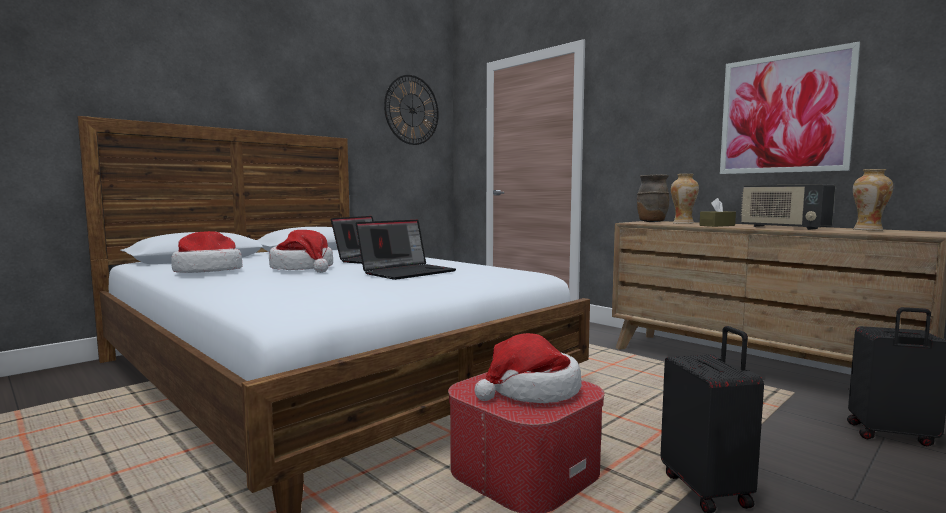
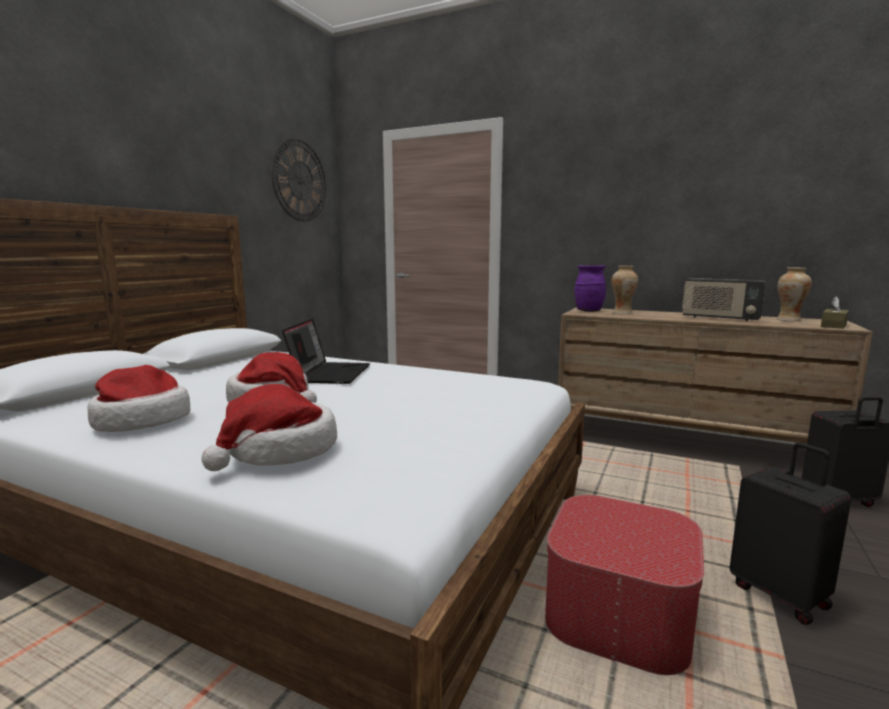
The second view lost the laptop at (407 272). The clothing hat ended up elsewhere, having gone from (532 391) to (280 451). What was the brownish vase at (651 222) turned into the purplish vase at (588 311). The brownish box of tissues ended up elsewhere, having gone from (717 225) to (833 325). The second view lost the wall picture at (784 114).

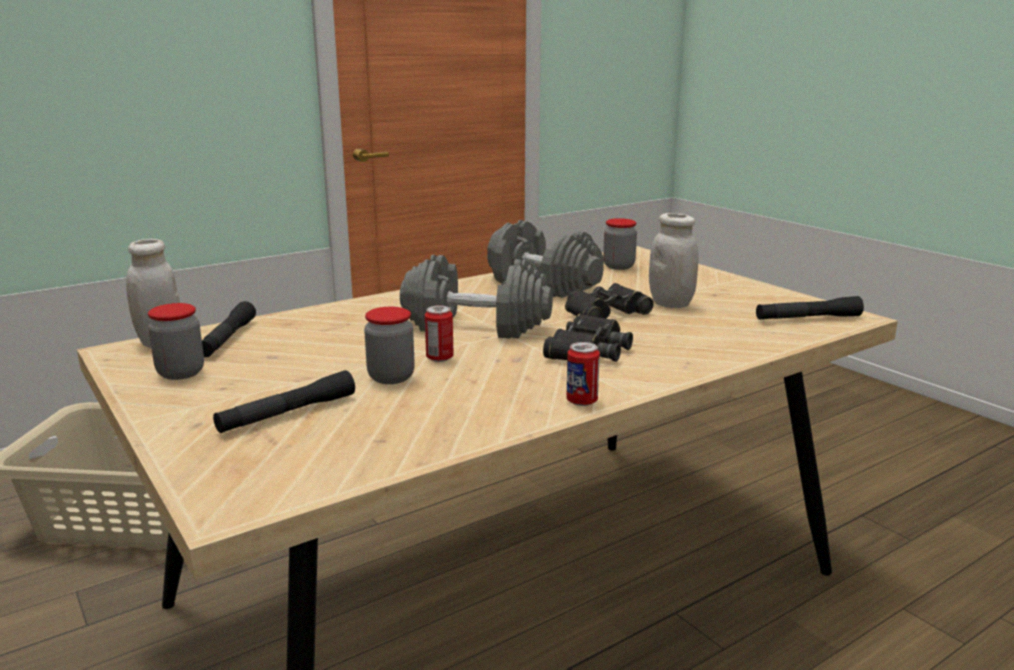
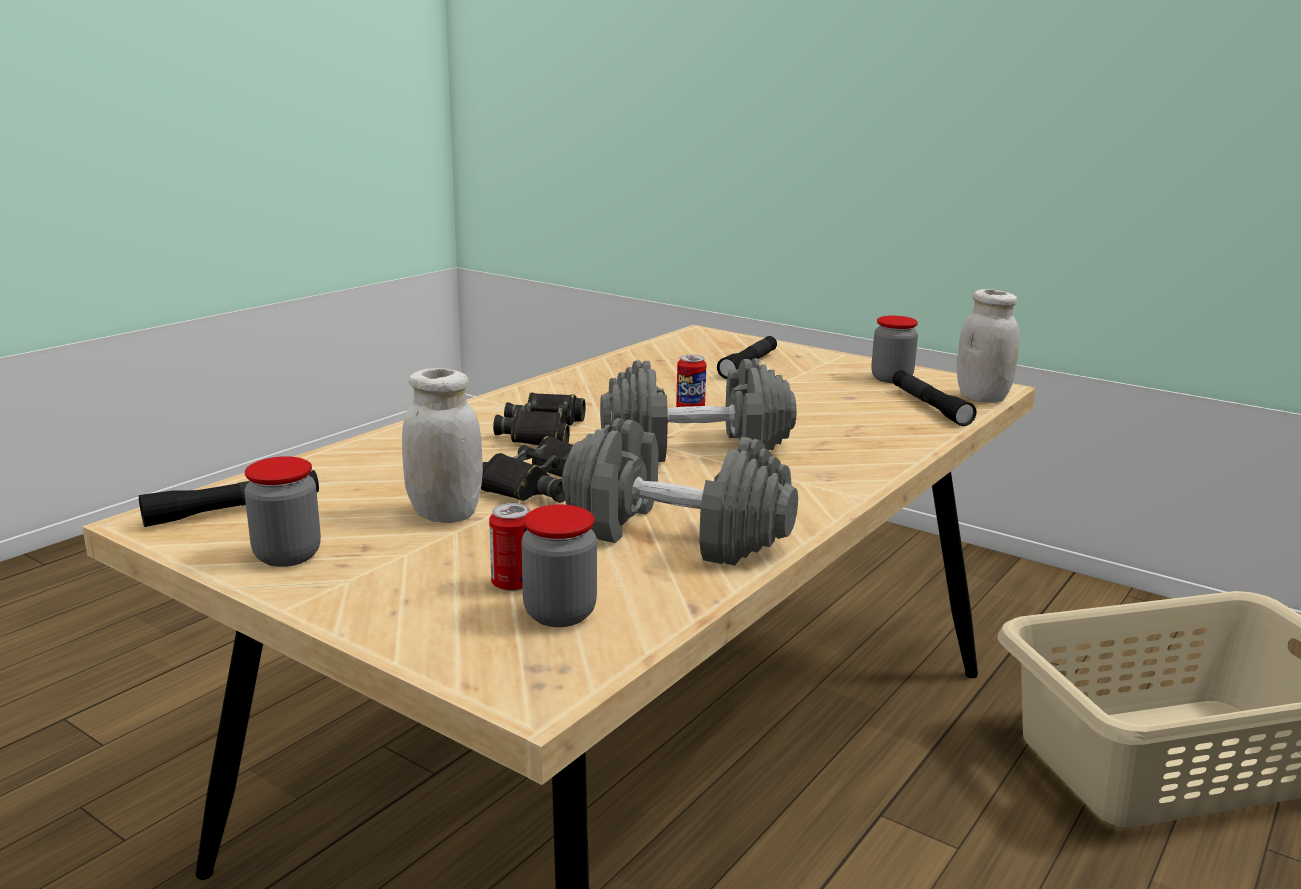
The preserve jar ended up elsewhere, having gone from (391 377) to (287 556). The metal can ended up elsewhere, having gone from (582 401) to (513 584).

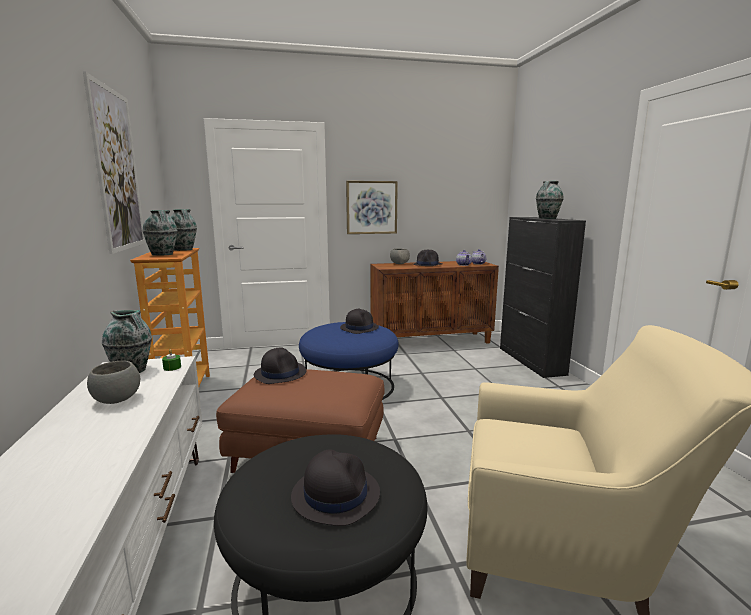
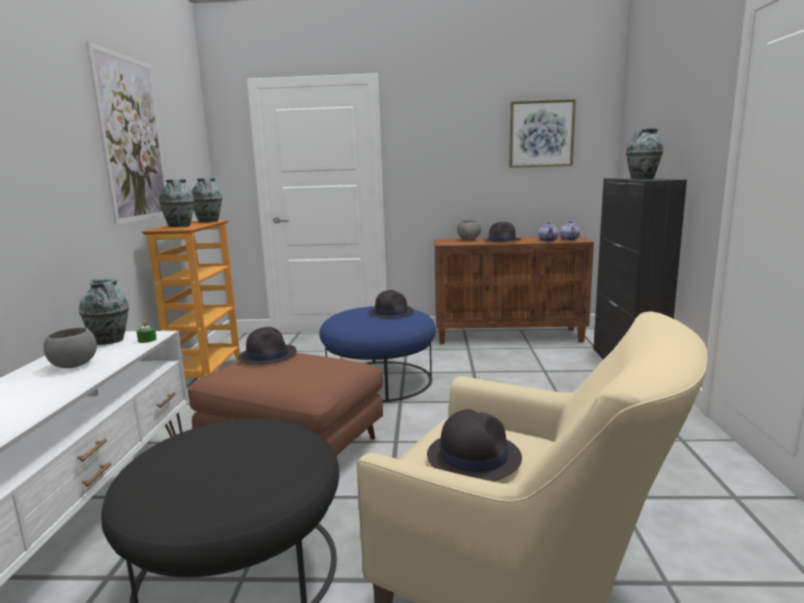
The black clothing hat ended up elsewhere, having gone from (335 494) to (473 456). The wall picture ended up elsewhere, having gone from (371 207) to (541 134).

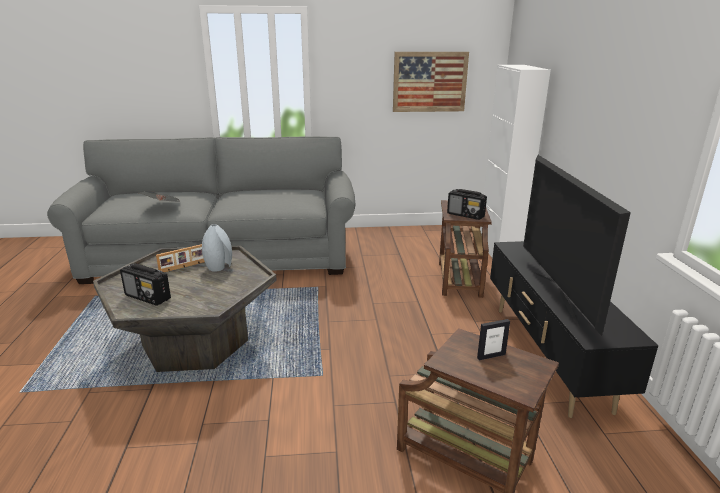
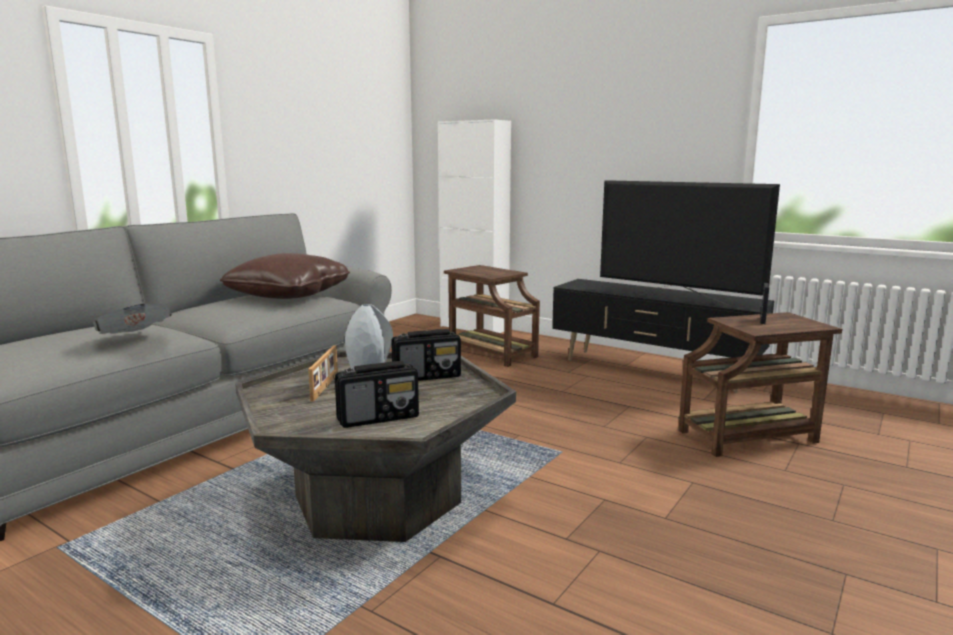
The second view lost the wall picture at (429 82). The radio ended up elsewhere, having gone from (466 215) to (427 376). The second view gained the brownish pillow at (289 295).

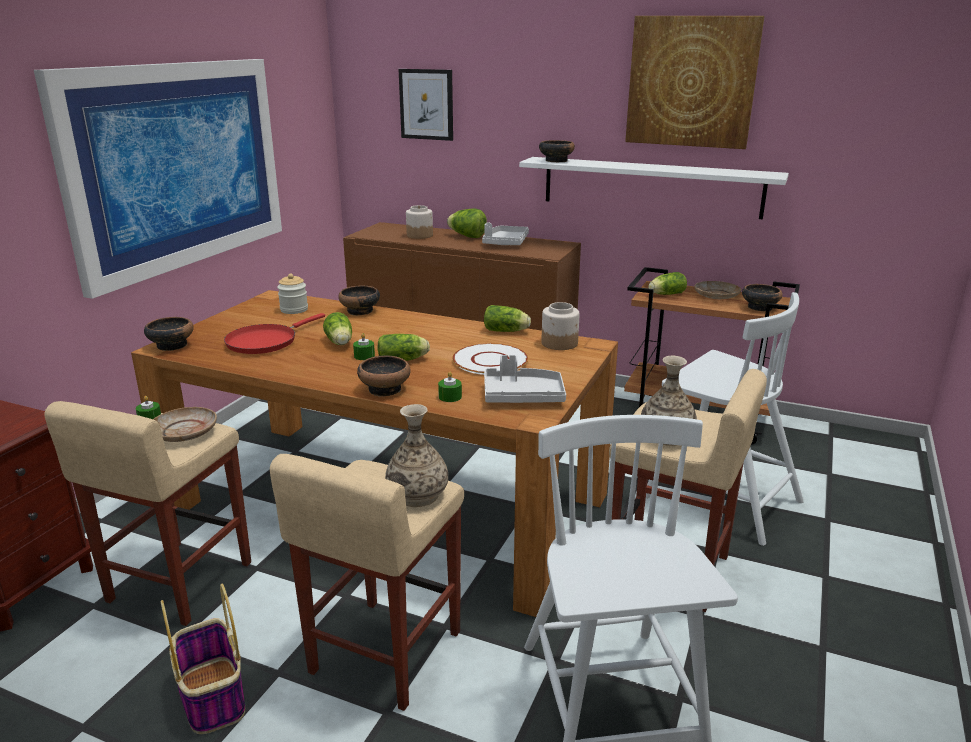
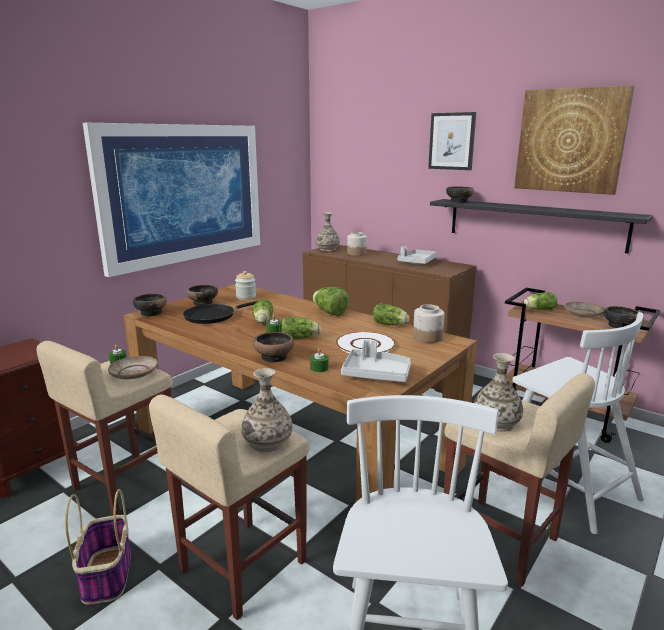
What was the red skillet at (265 341) turned into the black skillet at (213 316). The deep dish ended up elsewhere, having gone from (360 311) to (203 303). The wall picture ended up elsewhere, having gone from (426 104) to (452 141). The lettuce ended up elsewhere, having gone from (467 236) to (330 313). What was the whitish wall shelf at (651 187) turned into the black wall shelf at (534 224). The second view gained the vase at (328 249).

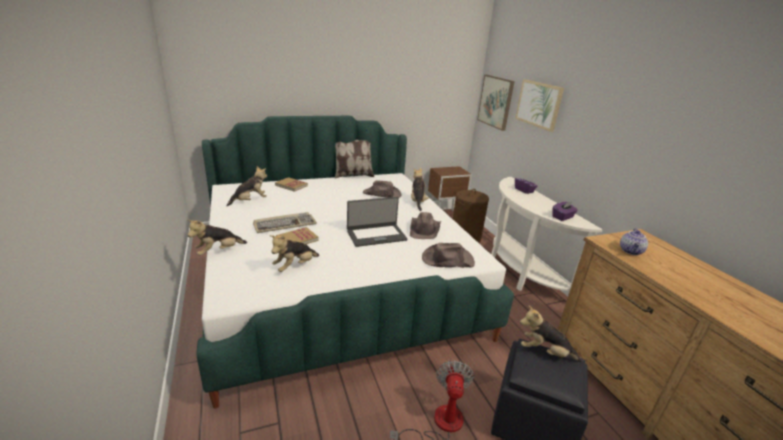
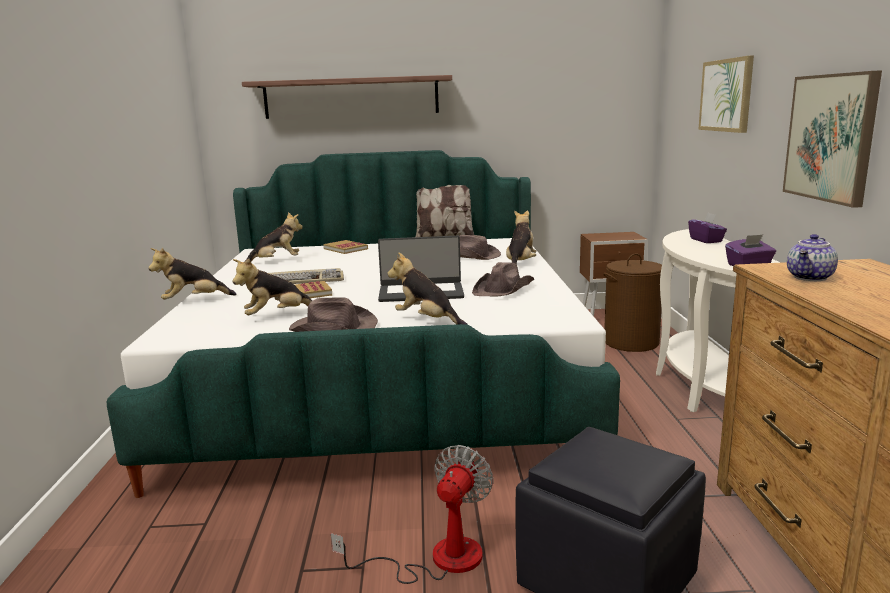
The brownish clothing hat ended up elsewhere, having gone from (447 260) to (333 328). The wall picture ended up elsewhere, having gone from (496 102) to (831 137). The cuddly toy ended up elsewhere, having gone from (545 352) to (427 321). The second view gained the wall shelf at (351 97).

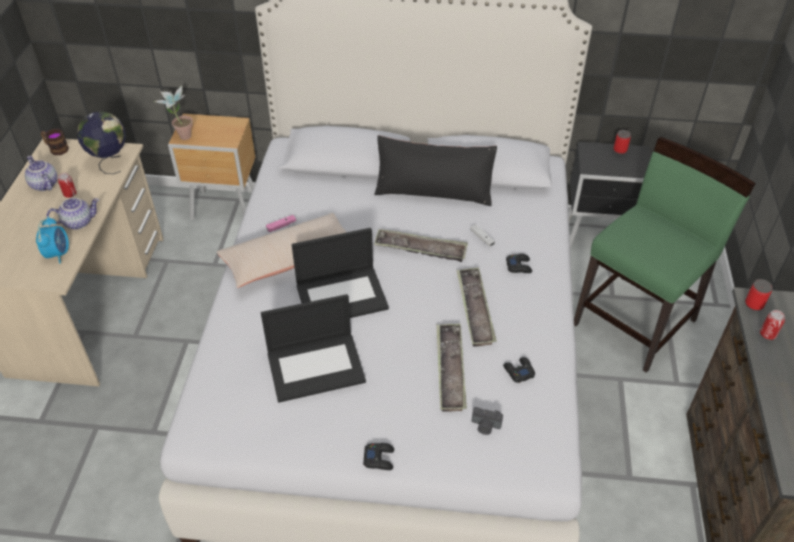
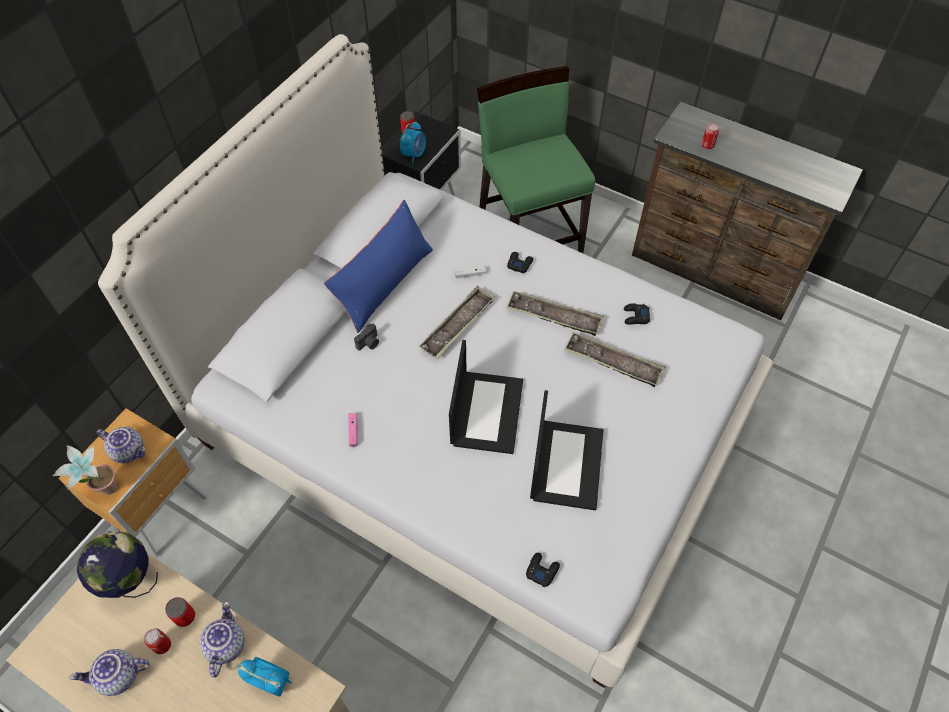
The second view lost the coffee mug at (56 149). The second view lost the beige-coloured pillow at (289 259). The black joypad ended up elsewhere, having gone from (379 458) to (542 570). What was the black pillow at (433 191) turned into the blue pillow at (384 283). The still camera ended up elsewhere, having gone from (485 426) to (369 343). The metal can ended up elsewhere, having gone from (754 304) to (185 617). The second view gained the pot for tea at (129 450). The second view gained the bedside clock at (414 154).

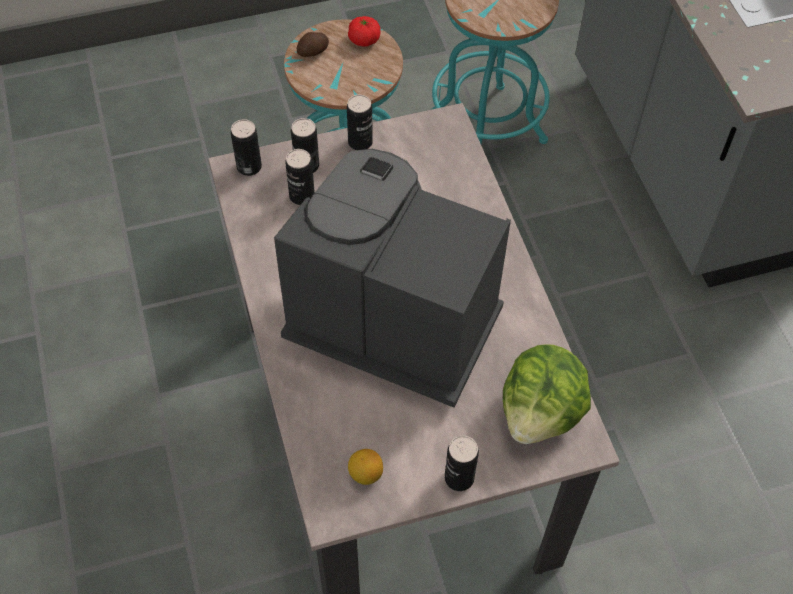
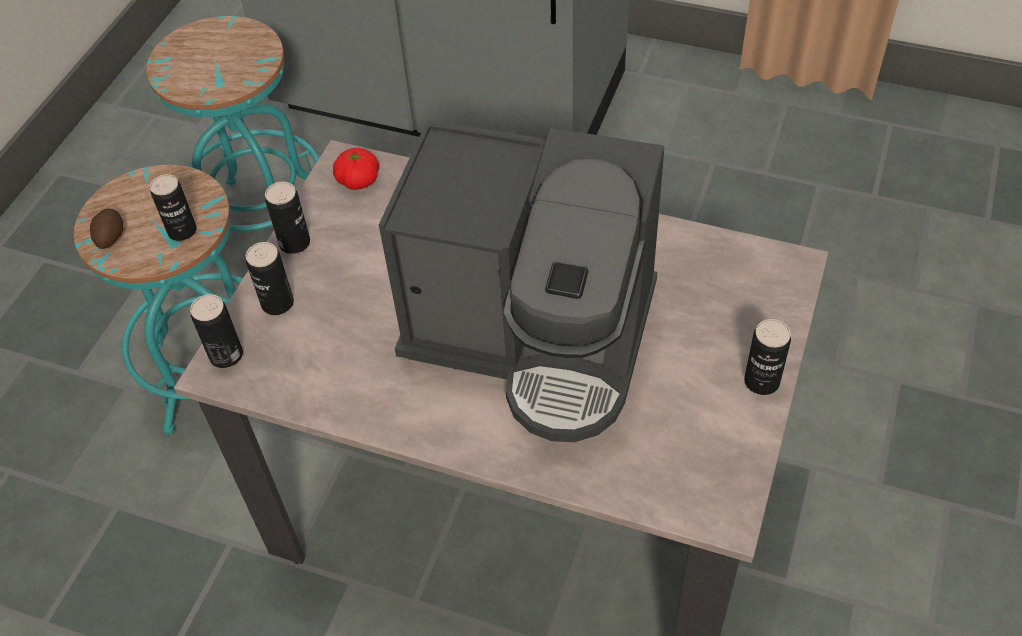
The coffee brewer at (390 319) ended up facing another way, 135 degrees counterclockwise from before. The metal can ended up elsewhere, having gone from (302 196) to (182 231). The whole tomato ended up elsewhere, having gone from (364 40) to (358 180). The second view lost the lemon at (365 474). The second view lost the lettuce at (541 413).

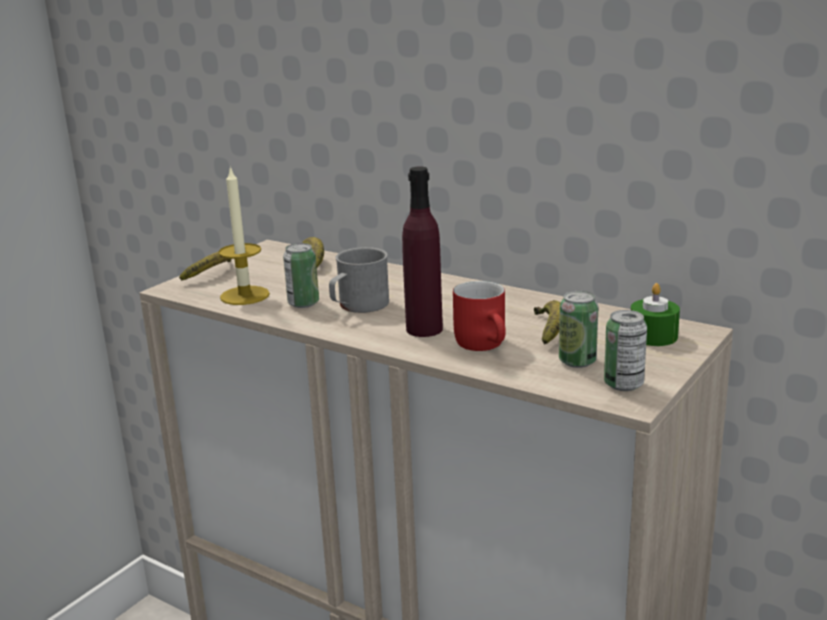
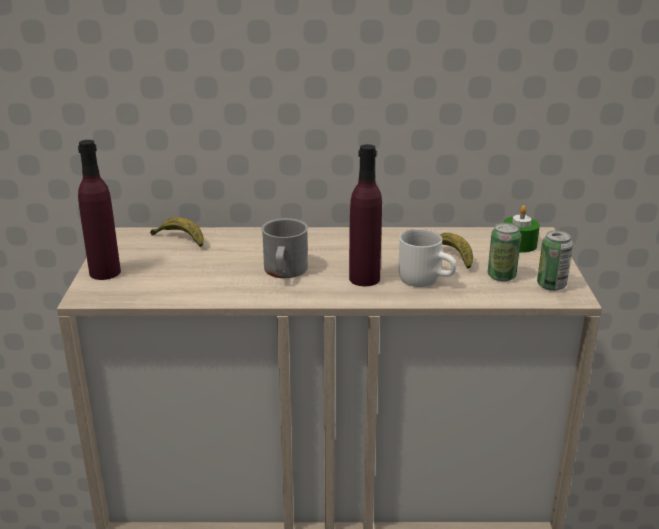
Where the banana fruit stood at (212 274), the purplish drink bottle came to stand at (105 272). The second view lost the wax light at (245 295). The second view lost the metal can at (303 303). What was the red coffee mug at (486 344) turned into the whitish coffee mug at (426 279).

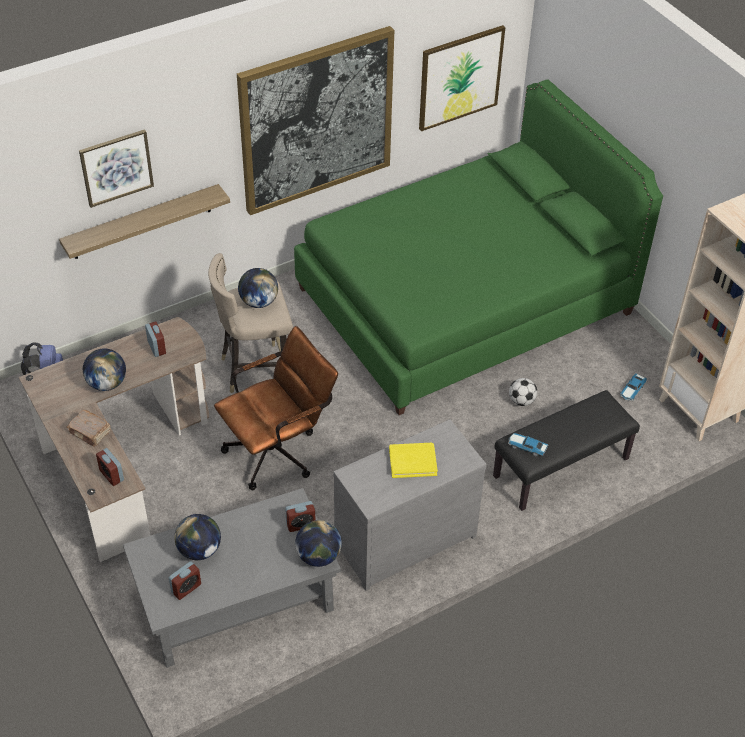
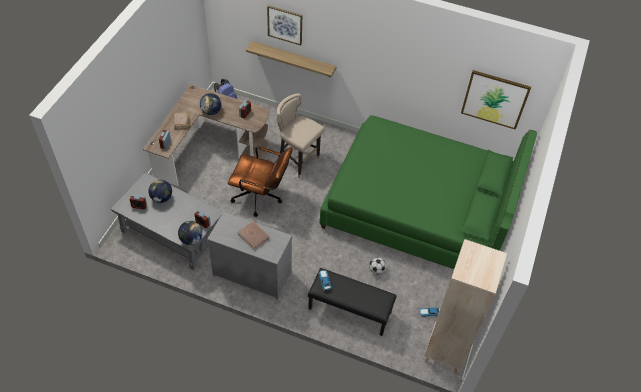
The second view lost the wall picture at (316 120). The second view lost the world globe at (259 302). What was the yellowish book at (412 461) turned into the brownish book at (253 236).

